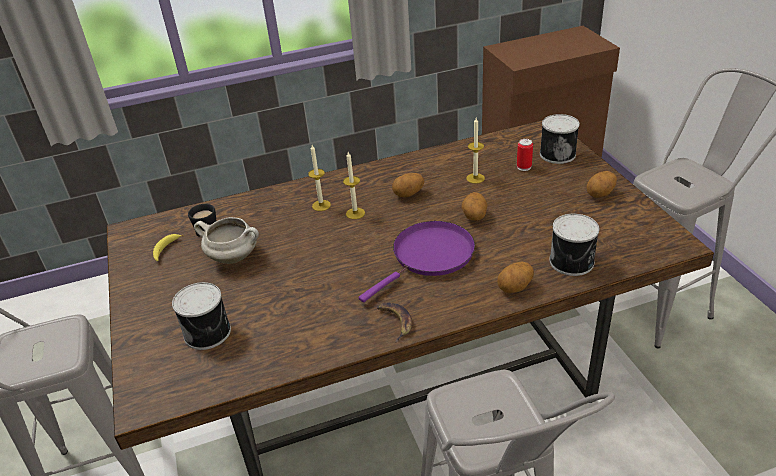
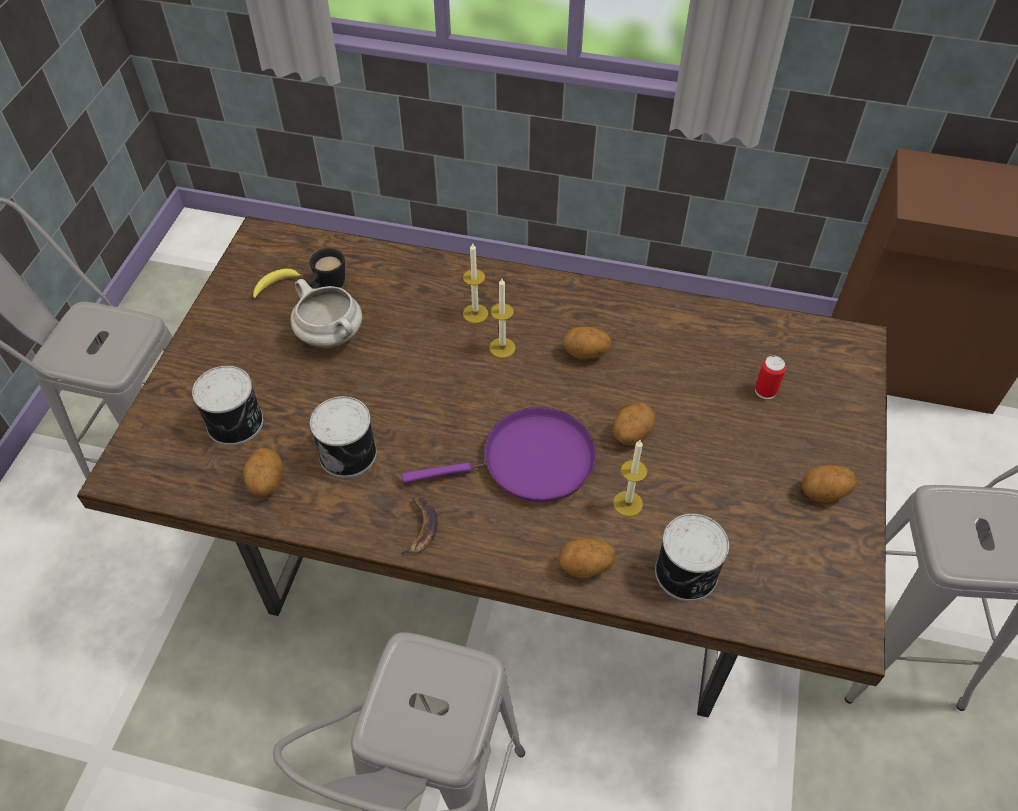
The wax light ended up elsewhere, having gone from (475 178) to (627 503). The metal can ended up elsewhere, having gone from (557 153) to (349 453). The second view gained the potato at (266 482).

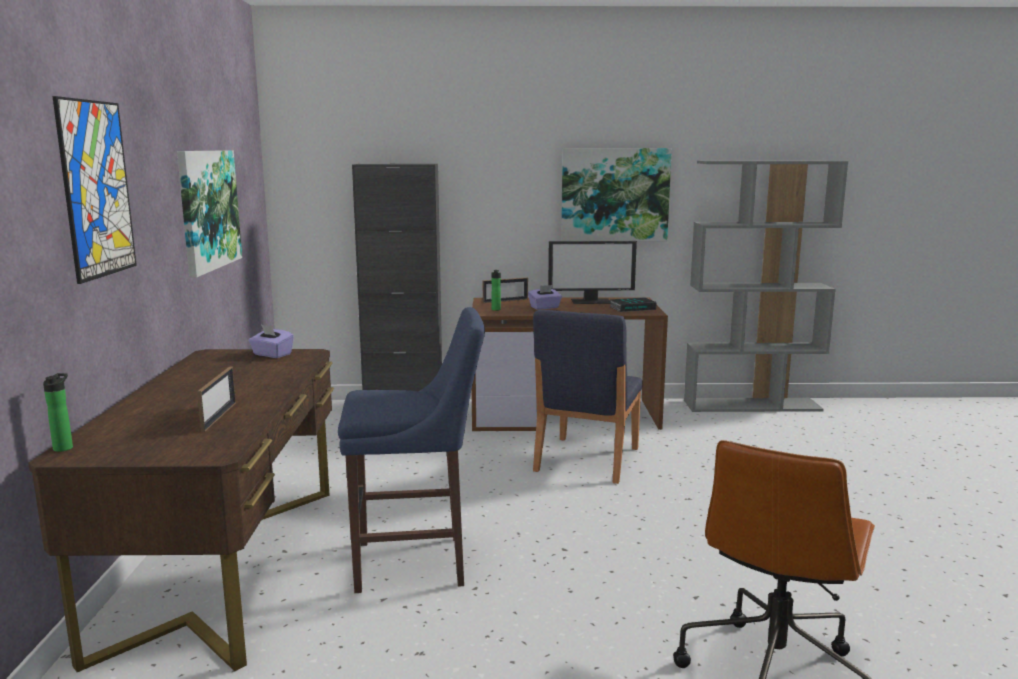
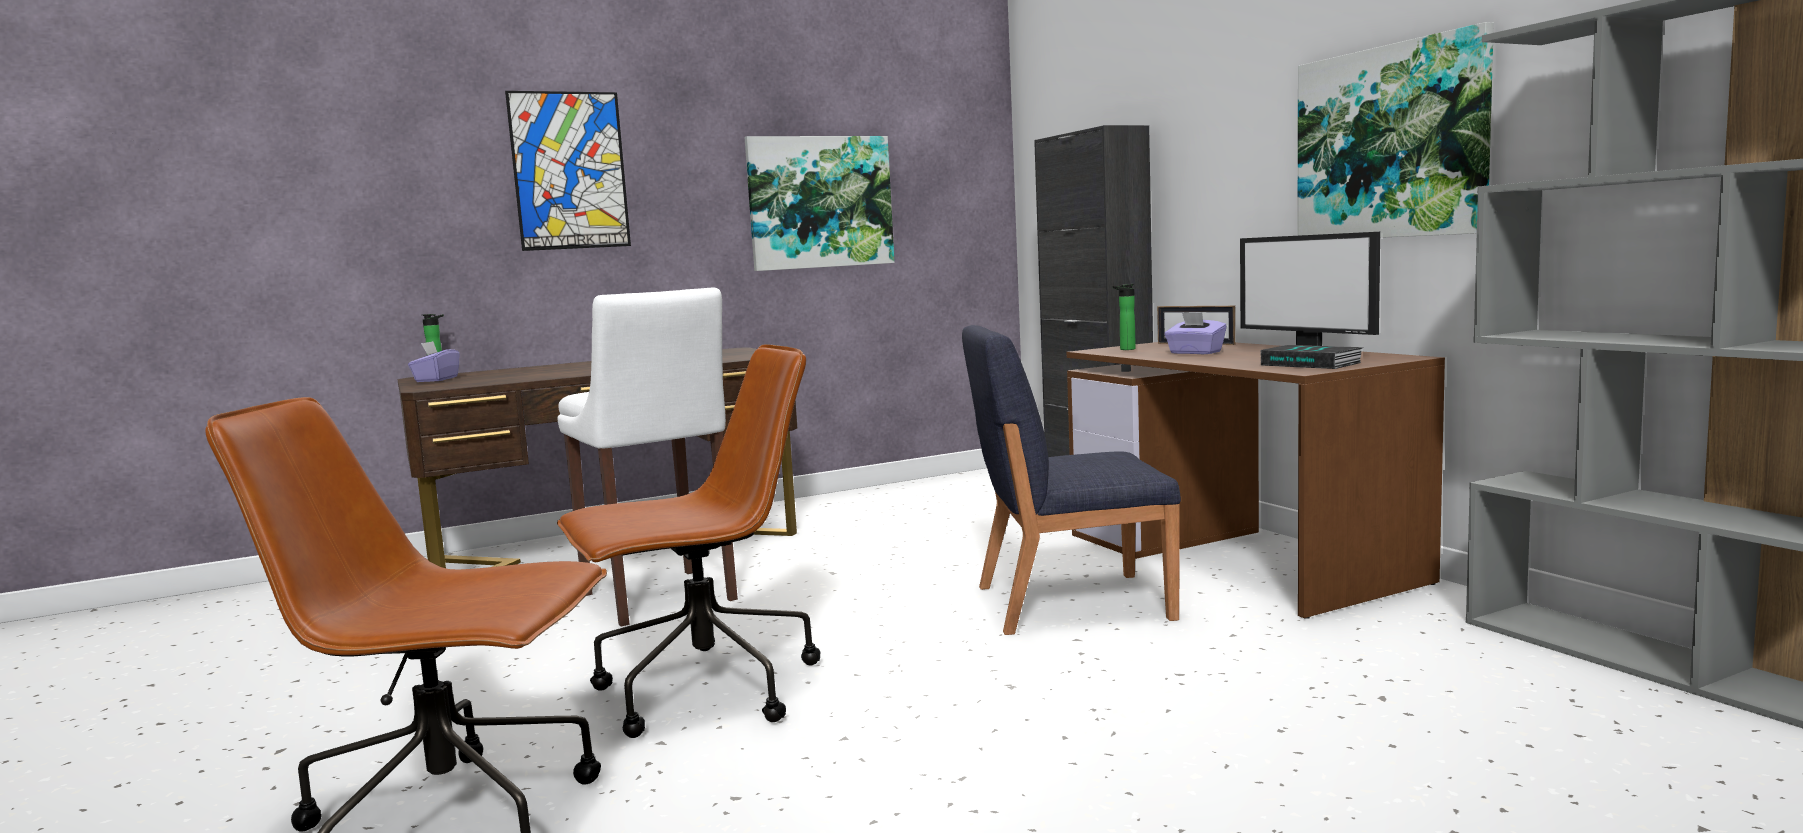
The second view lost the photo frame at (219 416). The purplish box of tissues ended up elsewhere, having gone from (272 354) to (436 379). What was the blue stool seat at (417 563) turned into the whitish stool seat at (660 599). The second view gained the brownish desk chair at (703 691).

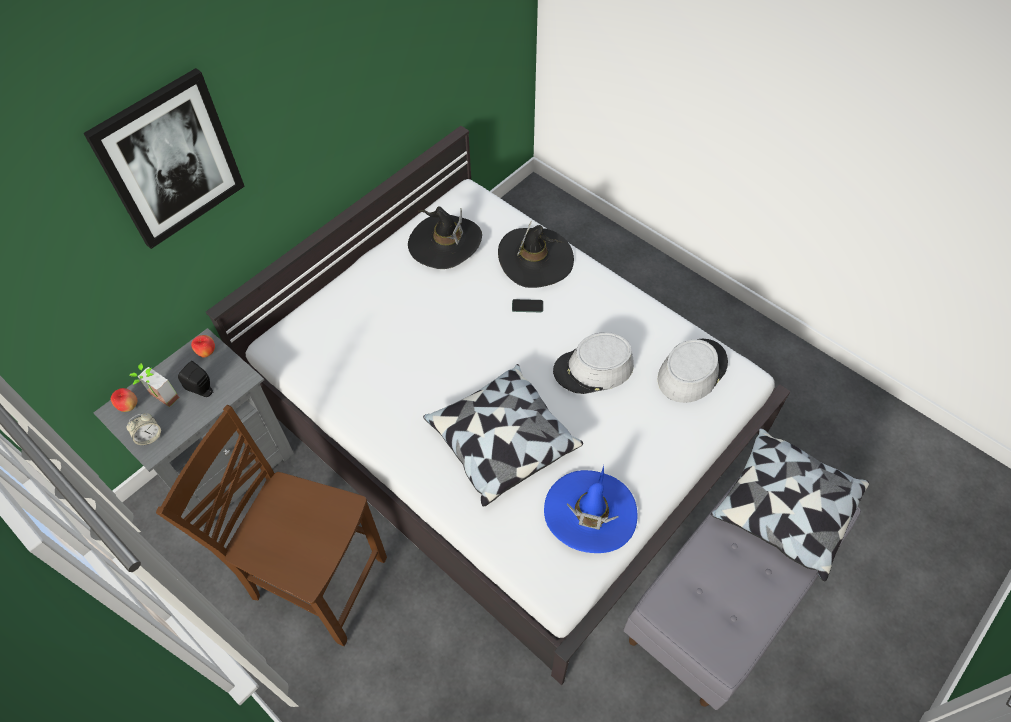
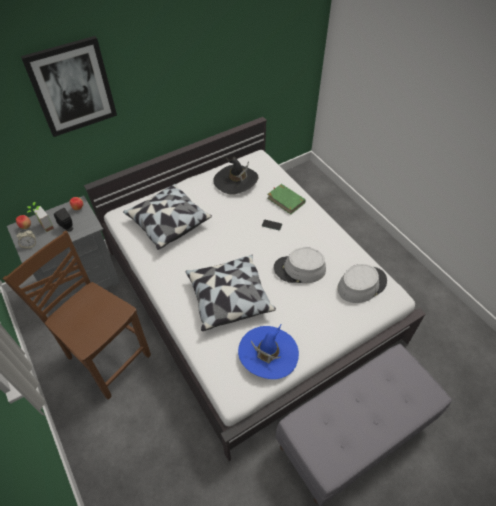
Where the black clothing hat stood at (535 259), the greenish book came to stand at (286 200). The pillow ended up elsewhere, having gone from (783 509) to (168 222).

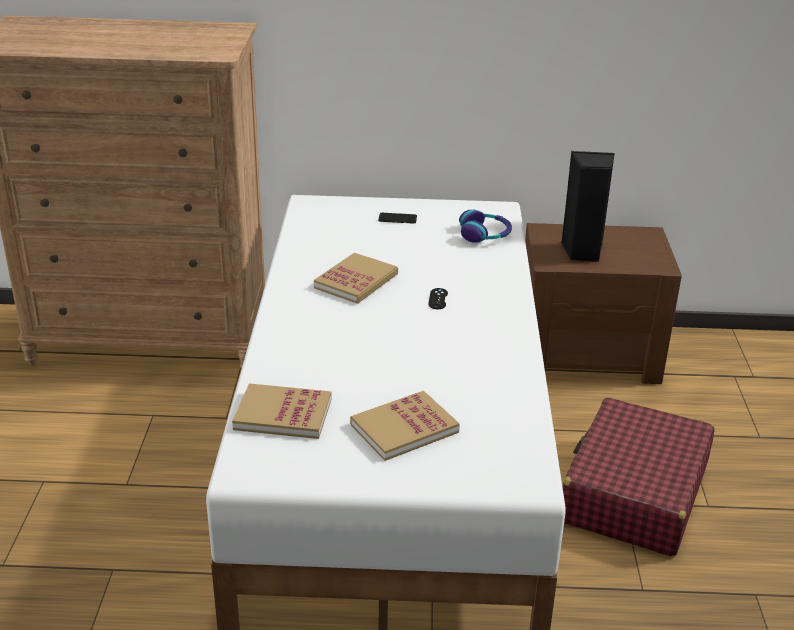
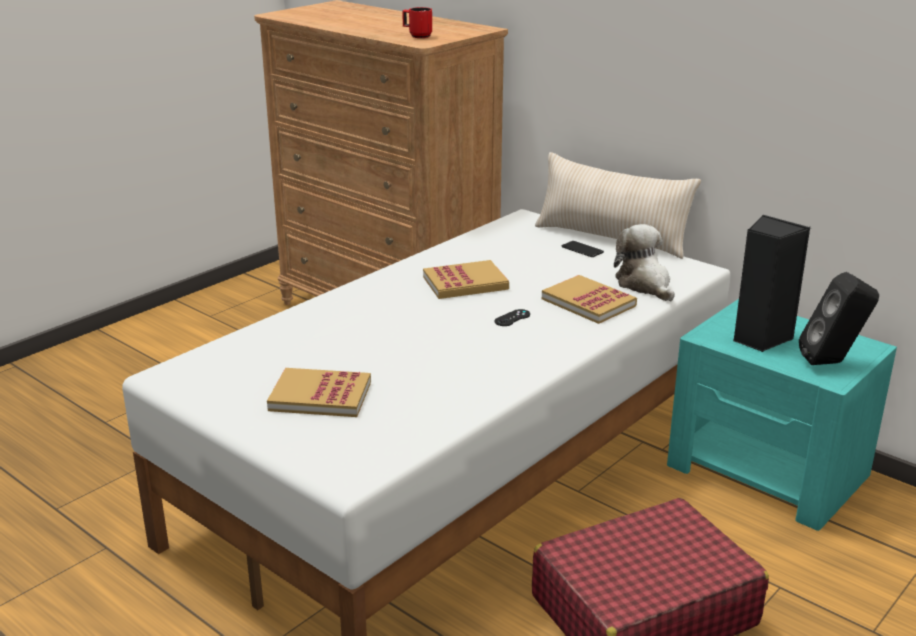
The book ended up elsewhere, having gone from (283 414) to (588 302). Where the pair of headphones stood at (485 234), the cuddly toy came to stand at (645 285). What was the brownish nightstand at (588 353) turned into the blue-green nightstand at (768 470). The second view gained the red coffee mug at (417 36). The second view gained the beige-coloured pillow at (611 238). The second view gained the black speaker at (832 362).

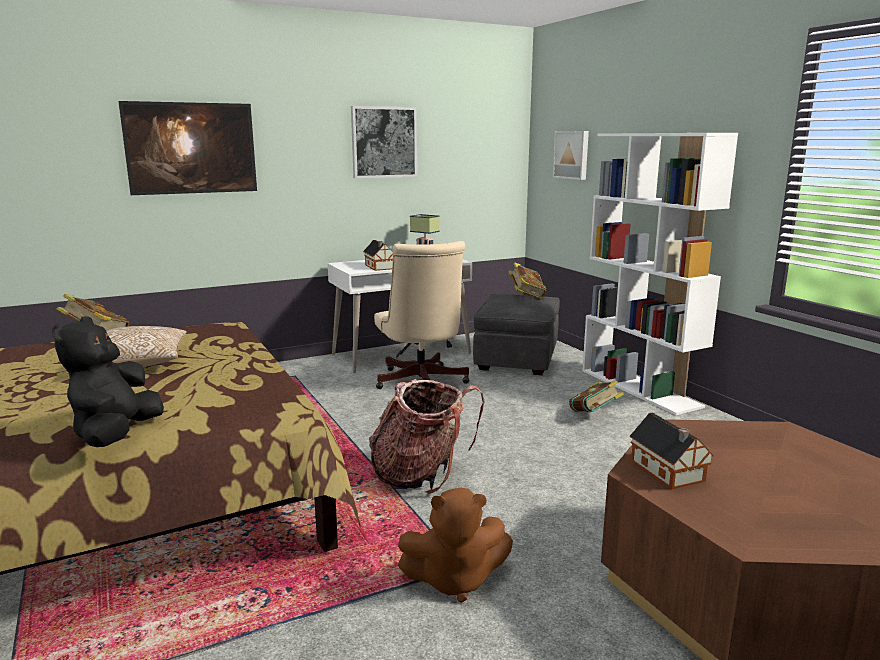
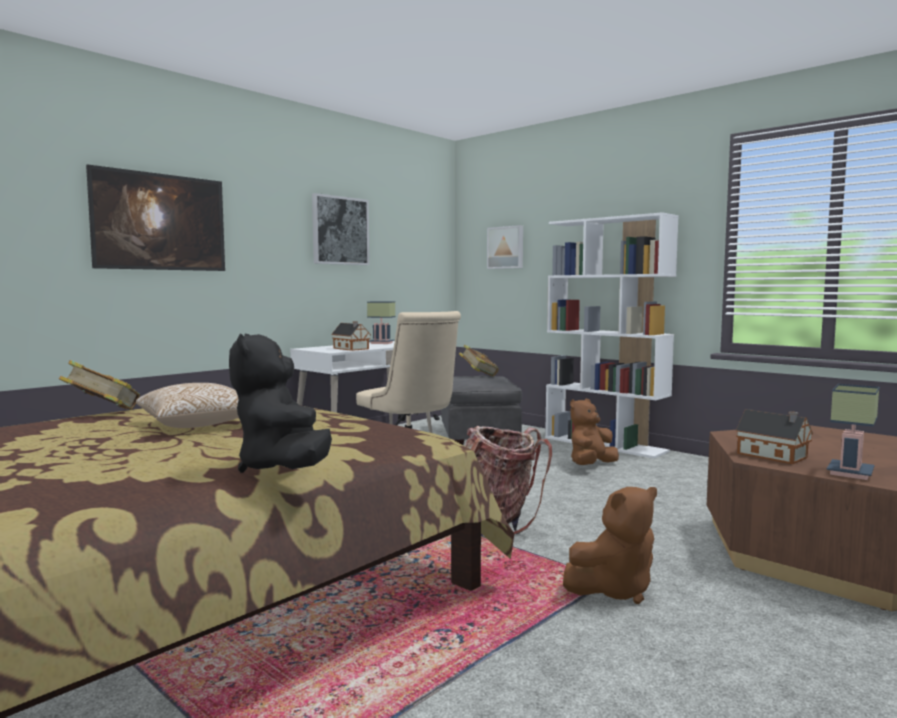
Where the book stood at (594 415), the brownish cuddly toy came to stand at (591 465). The second view gained the table lamp at (852 473).

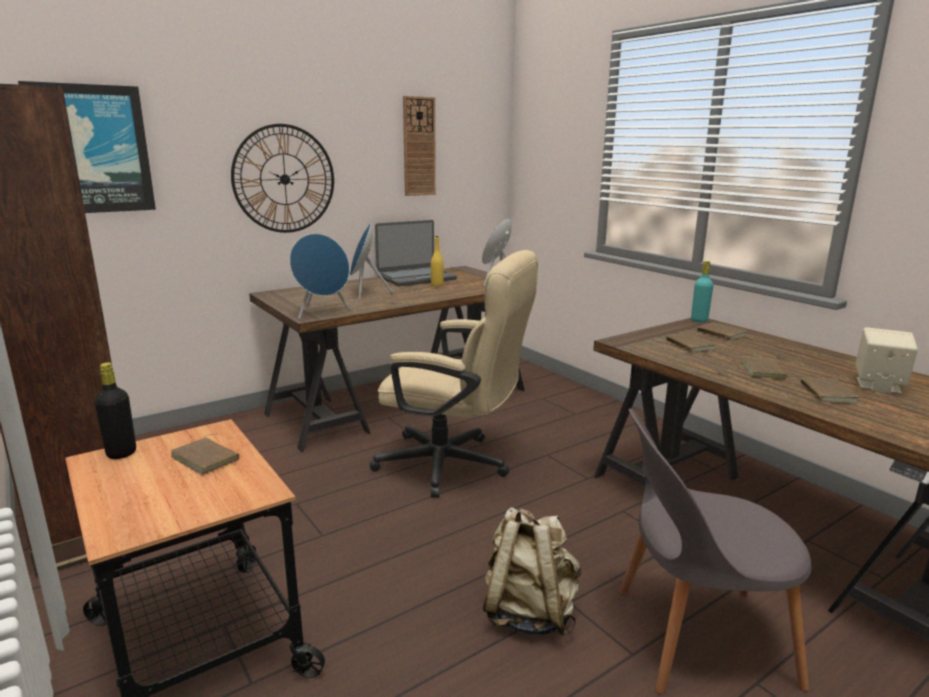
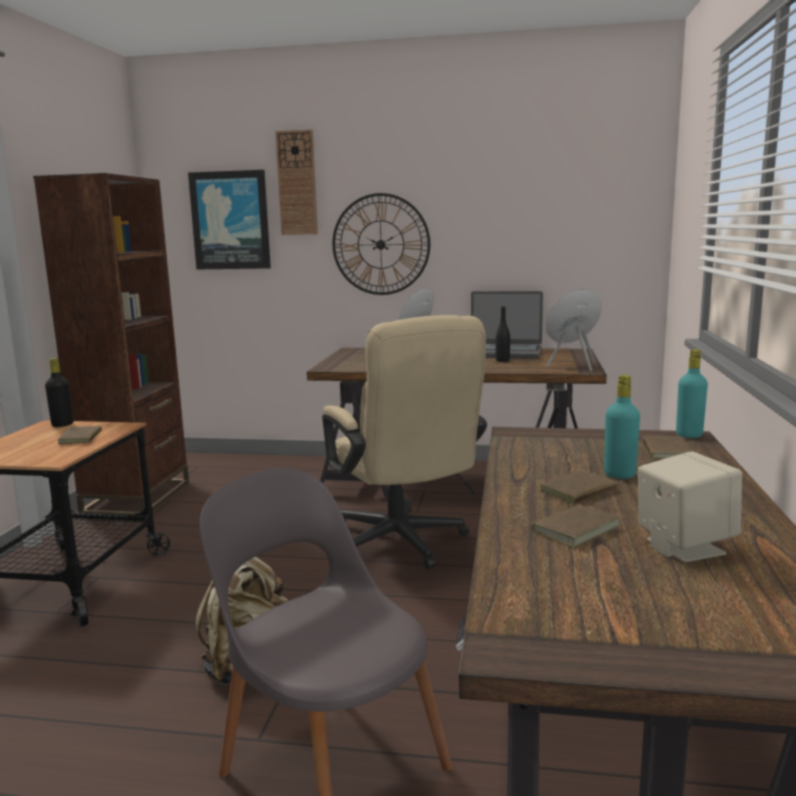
The second view lost the blue speaker at (322 313). The clock on the wall ended up elsewhere, having gone from (419 147) to (297 183). What was the yellowish drink bottle at (437 285) turned into the black drink bottle at (502 361). The second view lost the brownish book at (688 345). The second view gained the blue-green drink bottle at (619 475).

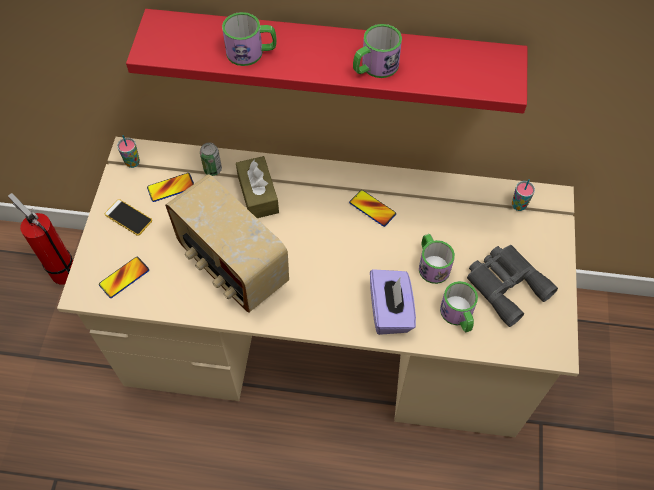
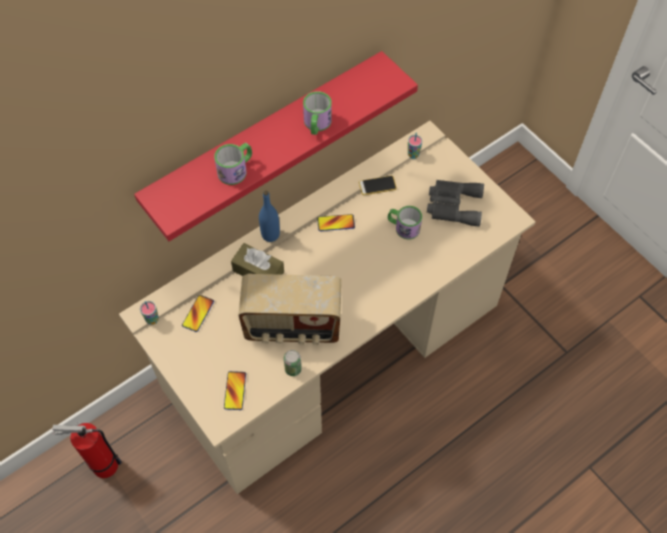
The phone ended up elsewhere, having gone from (128 217) to (377 185). The metal can ended up elsewhere, having gone from (213 169) to (293 369). The second view lost the purplish box of tissues at (390 311). The second view lost the coffee mug at (458 316). The second view gained the blue drink bottle at (270 235).

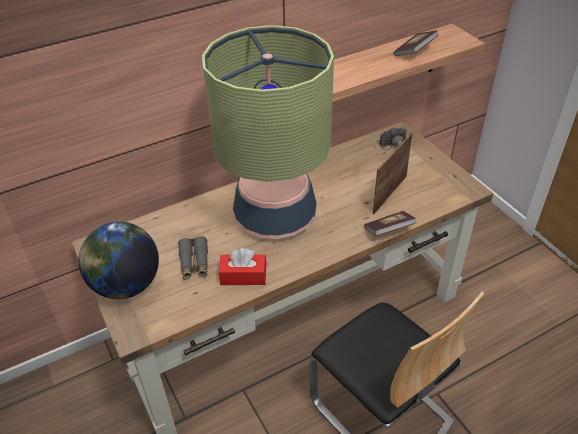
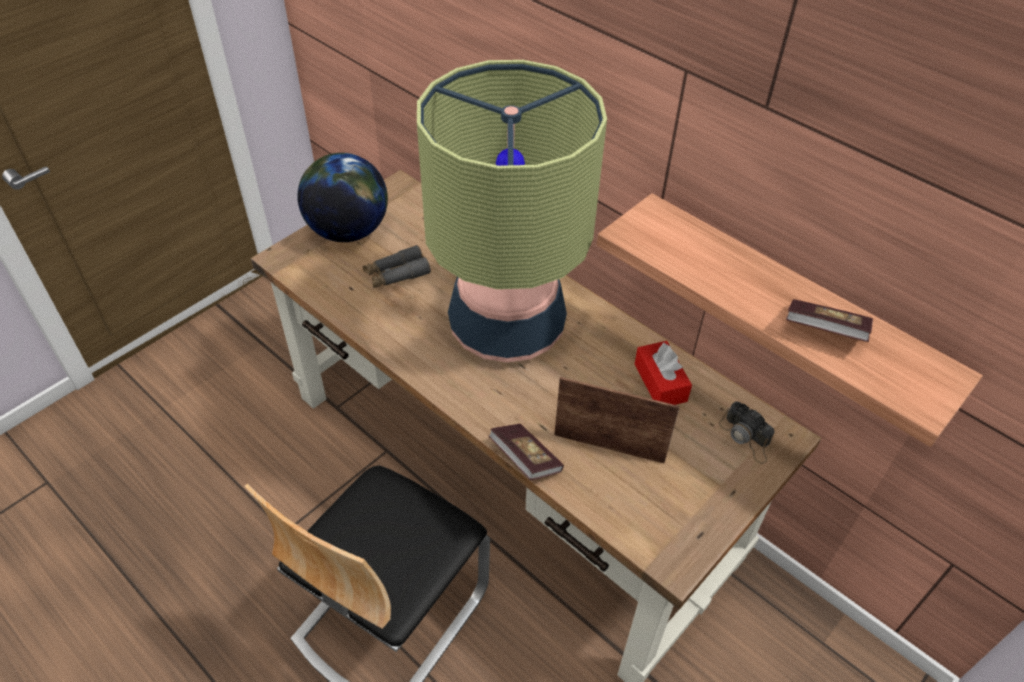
The red box of tissues ended up elsewhere, having gone from (243 276) to (660 382).

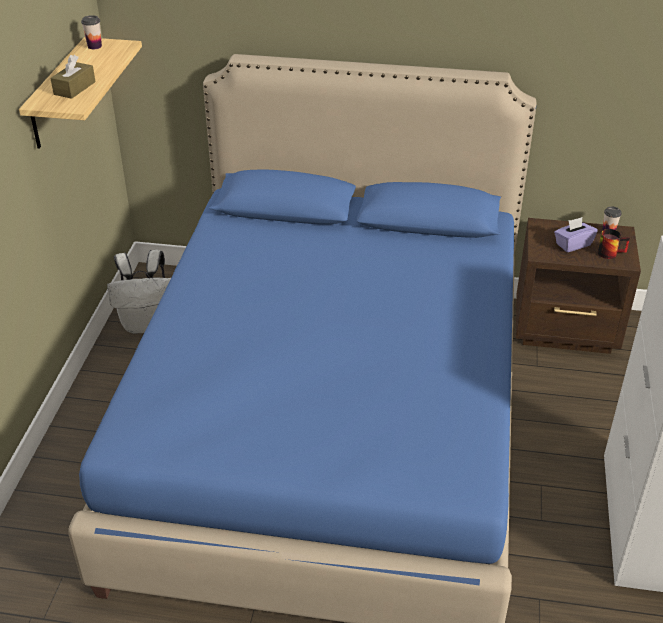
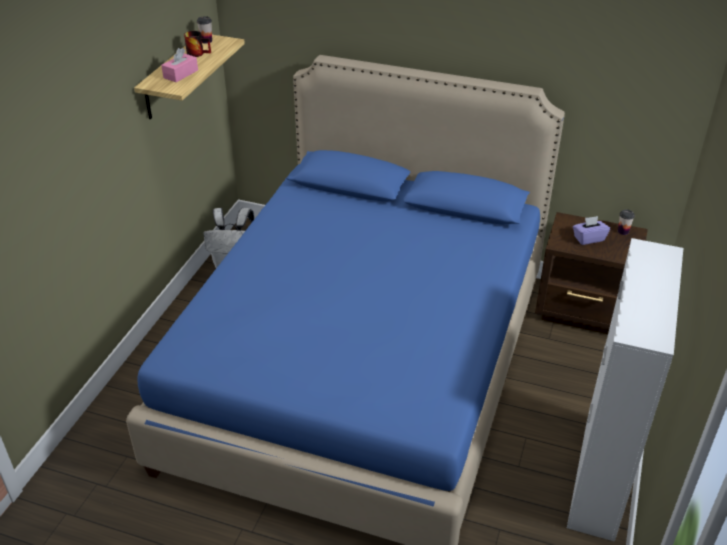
What was the brownish box of tissues at (74 88) turned into the pink box of tissues at (181 74). The coffee mug ended up elsewhere, having gone from (610 252) to (198 53).

